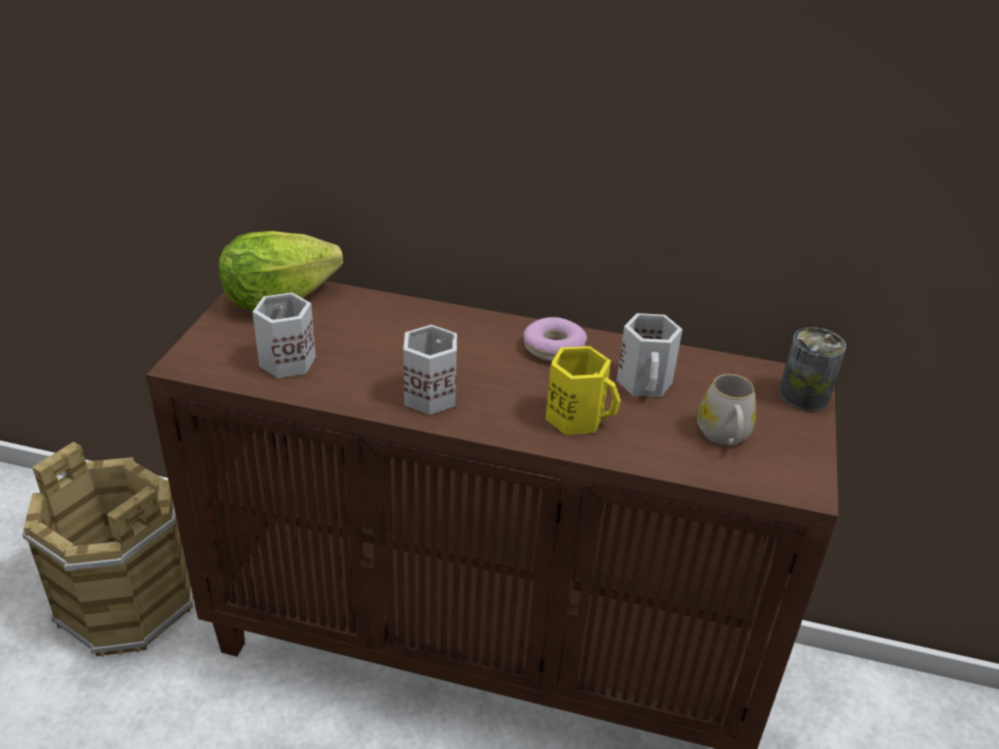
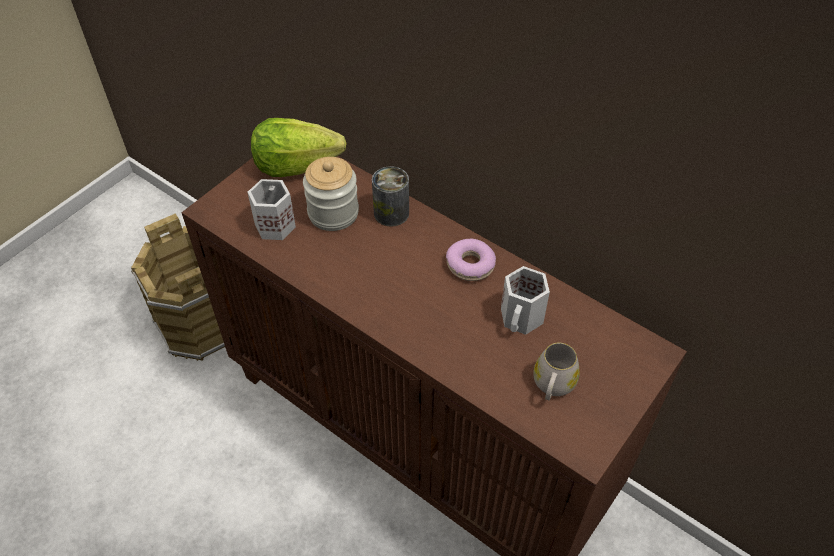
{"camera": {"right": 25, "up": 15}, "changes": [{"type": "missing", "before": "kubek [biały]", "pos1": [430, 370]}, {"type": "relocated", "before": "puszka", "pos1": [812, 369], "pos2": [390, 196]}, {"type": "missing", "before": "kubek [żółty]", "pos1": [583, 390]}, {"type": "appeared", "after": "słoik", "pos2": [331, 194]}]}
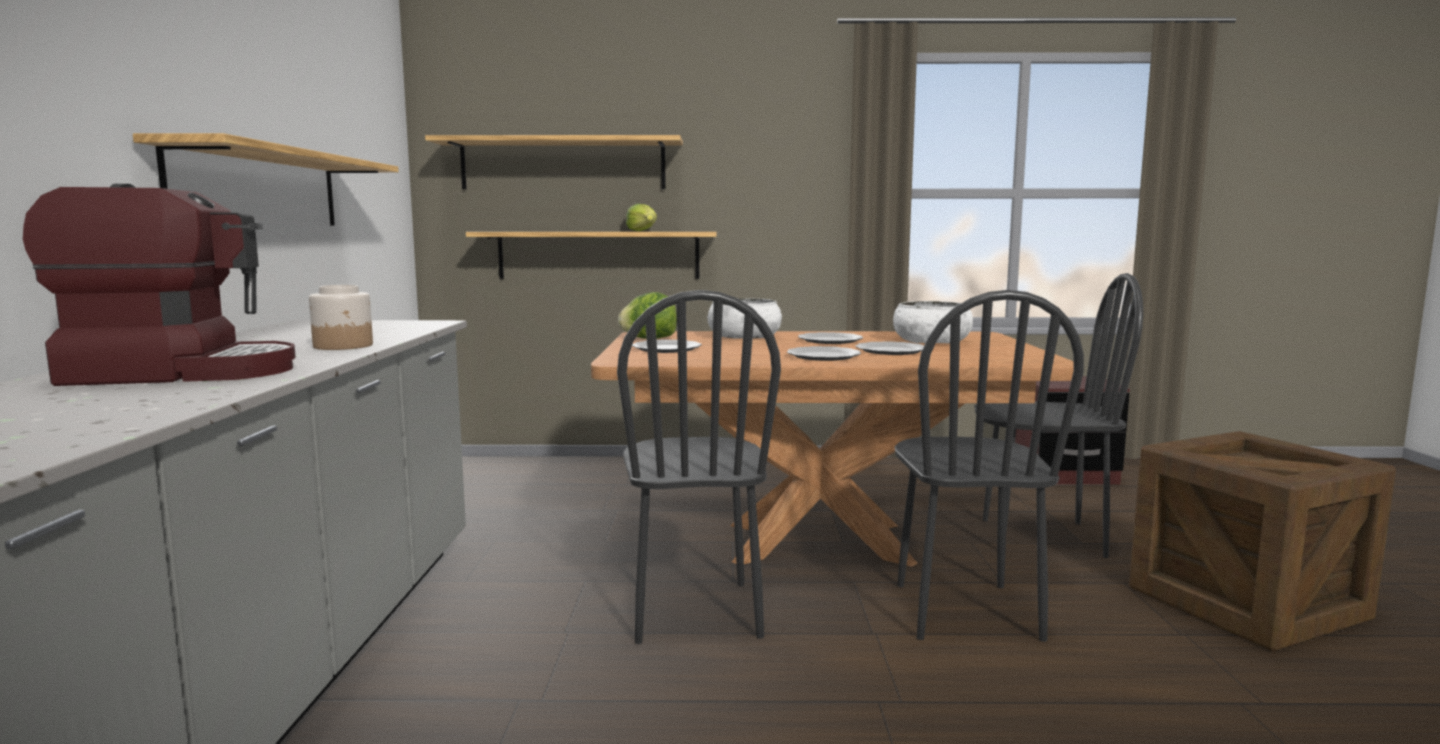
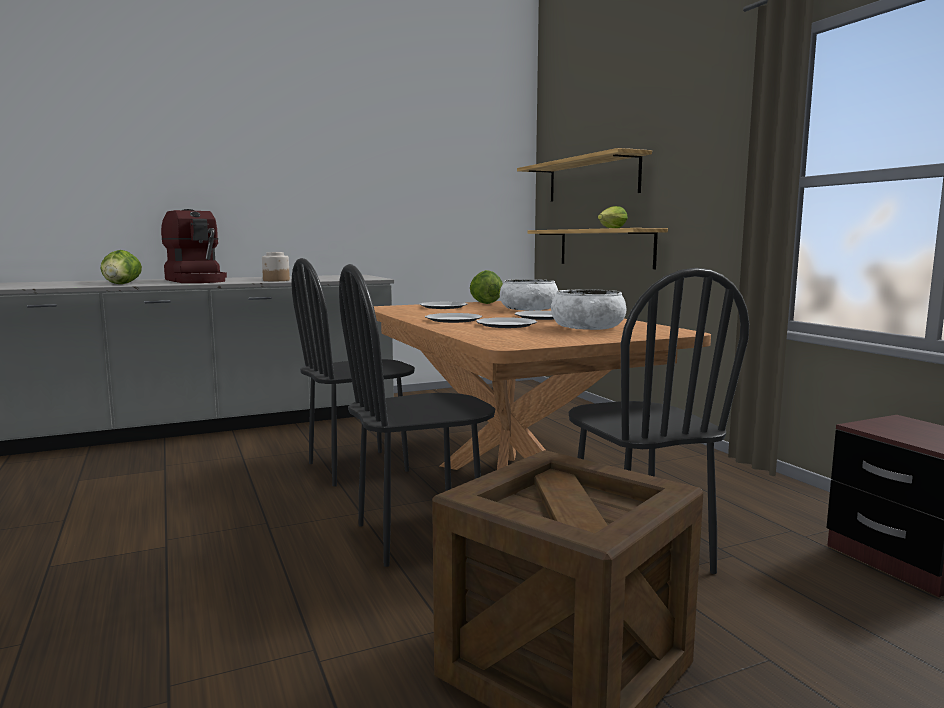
{"camera": {"right": 65, "up": 0}, "changes": [{"type": "missing", "before": "półka", "pos1": [266, 179]}, {"type": "appeared", "after": "sałata", "pos2": [121, 267]}]}
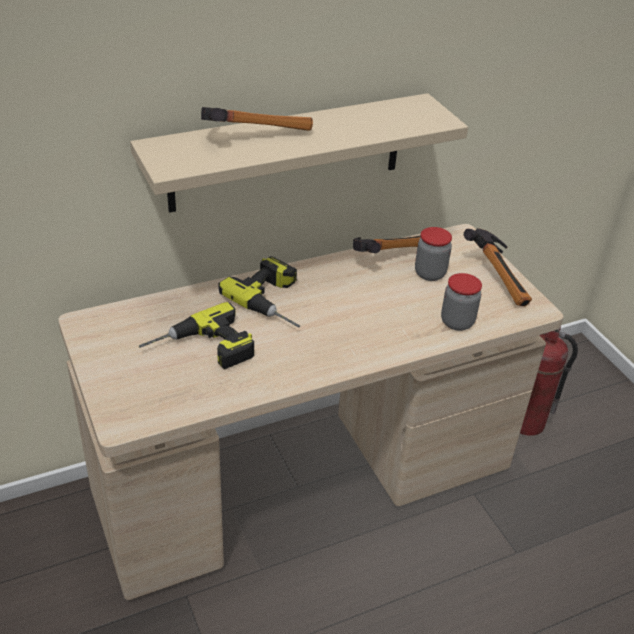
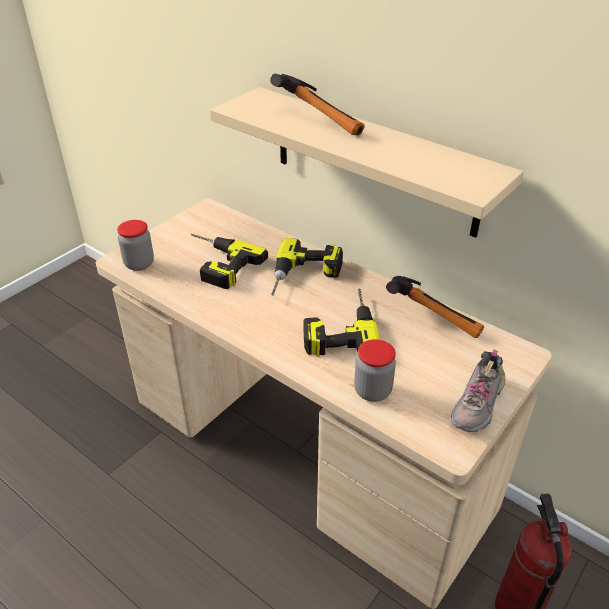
{"camera": {"right": 65, "up": 0}, "changes": [{"type": "relocated", "before": "słoik", "pos1": [433, 254], "pos2": [135, 245]}, {"type": "exchanged", "before": "młotek", "after": "but", "pos1": [498, 267], "pos2": [478, 391]}, {"type": "appeared", "after": "wiertarka", "pos2": [341, 322]}]}
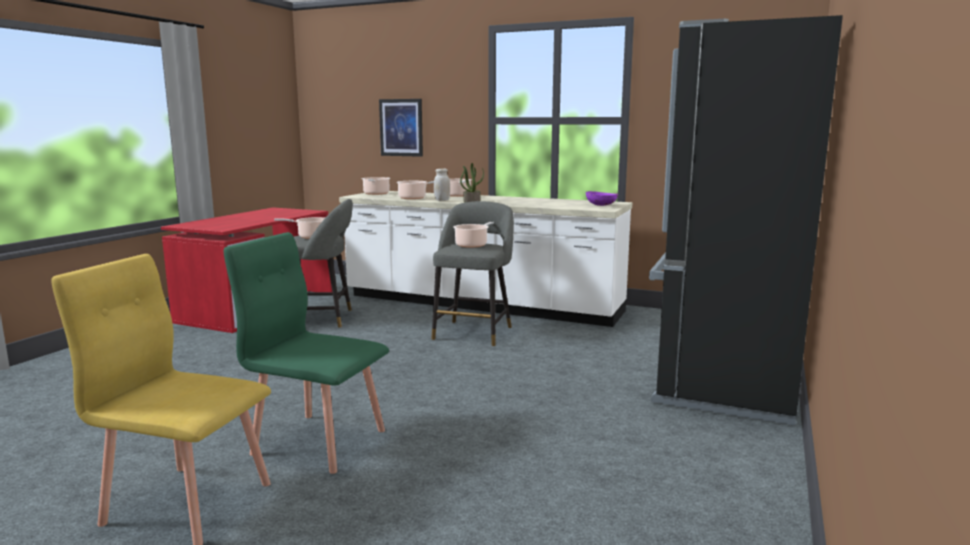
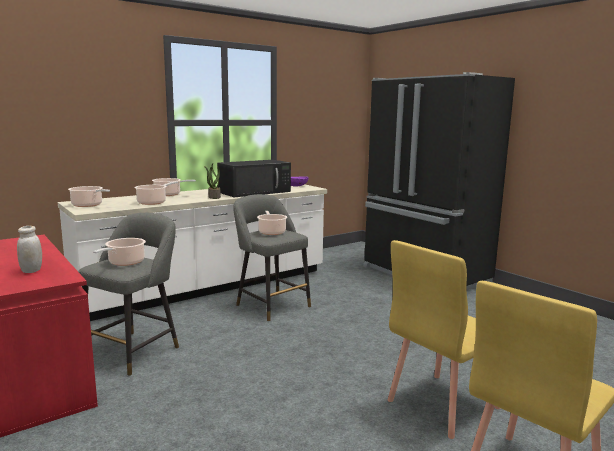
{"camera": {"right": -60, "up": 0}, "changes": [{"type": "missing", "before": "obraz", "pos1": [401, 128]}, {"type": "relocated", "before": "słoik [biały]", "pos1": [442, 184], "pos2": [29, 249]}, {"type": "colour", "before": "krzesło [zielony]", "after": "krzesło [żółty]", "pos1": [306, 353], "pos2": [444, 339]}, {"type": "appeared", "after": "mikrofalówka [czarny]", "pos2": [254, 178]}]}
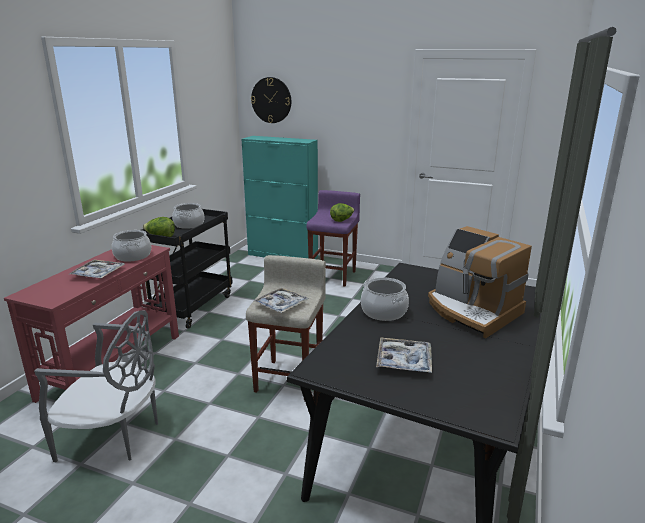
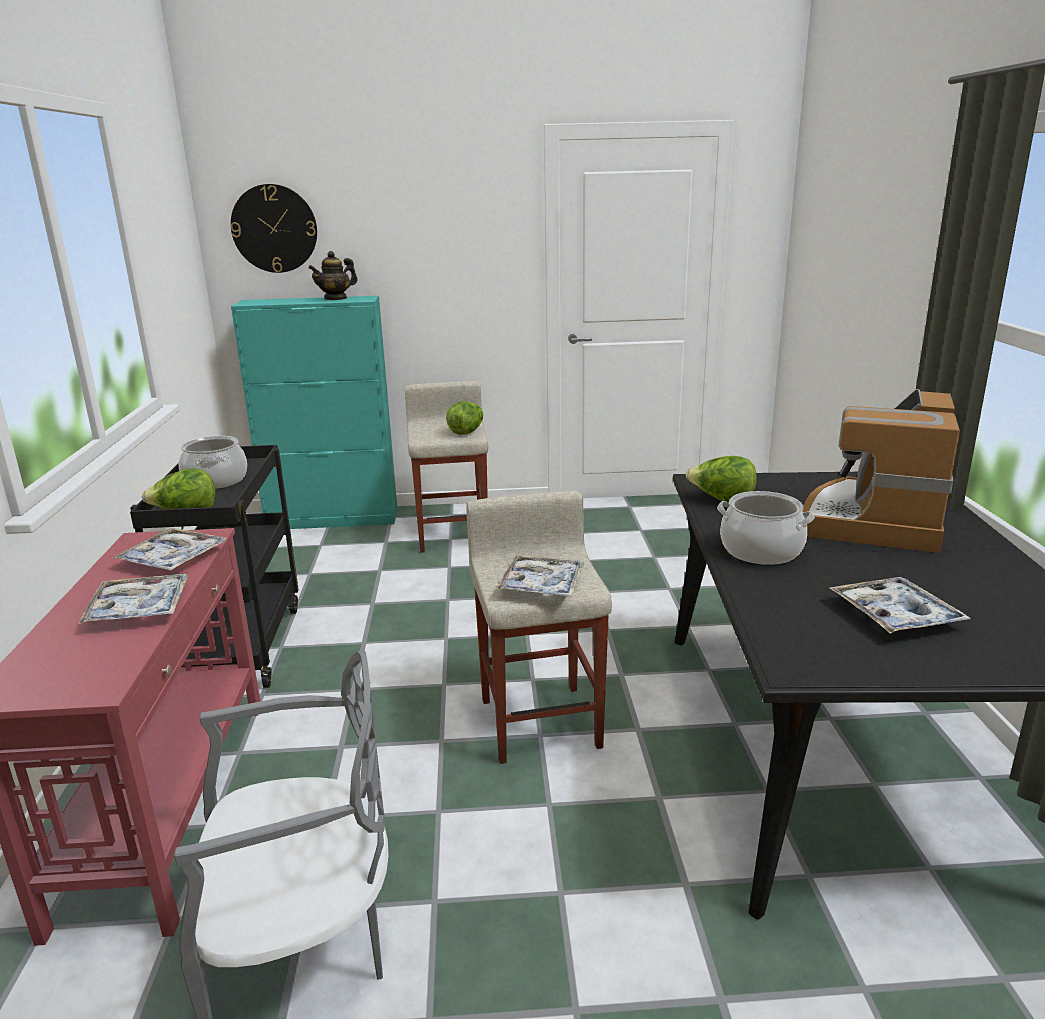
{"camera": {"right": -25, "up": 0}, "changes": [{"type": "colour", "before": "stołek [fioletowy]", "after": "stołek [beżowy]", "pos1": [333, 238], "pos2": [446, 466]}, {"type": "spun", "before": "ekspres do kawy", "pos1": [480, 282], "pos2": [881, 471], "turn": 90}, {"type": "exchanged", "before": "garnek", "after": "taca", "pos1": [131, 246], "pos2": [169, 549]}, {"type": "appeared", "after": "imbryk", "pos2": [333, 275]}, {"type": "appeared", "after": "sałata", "pos2": [721, 479]}]}
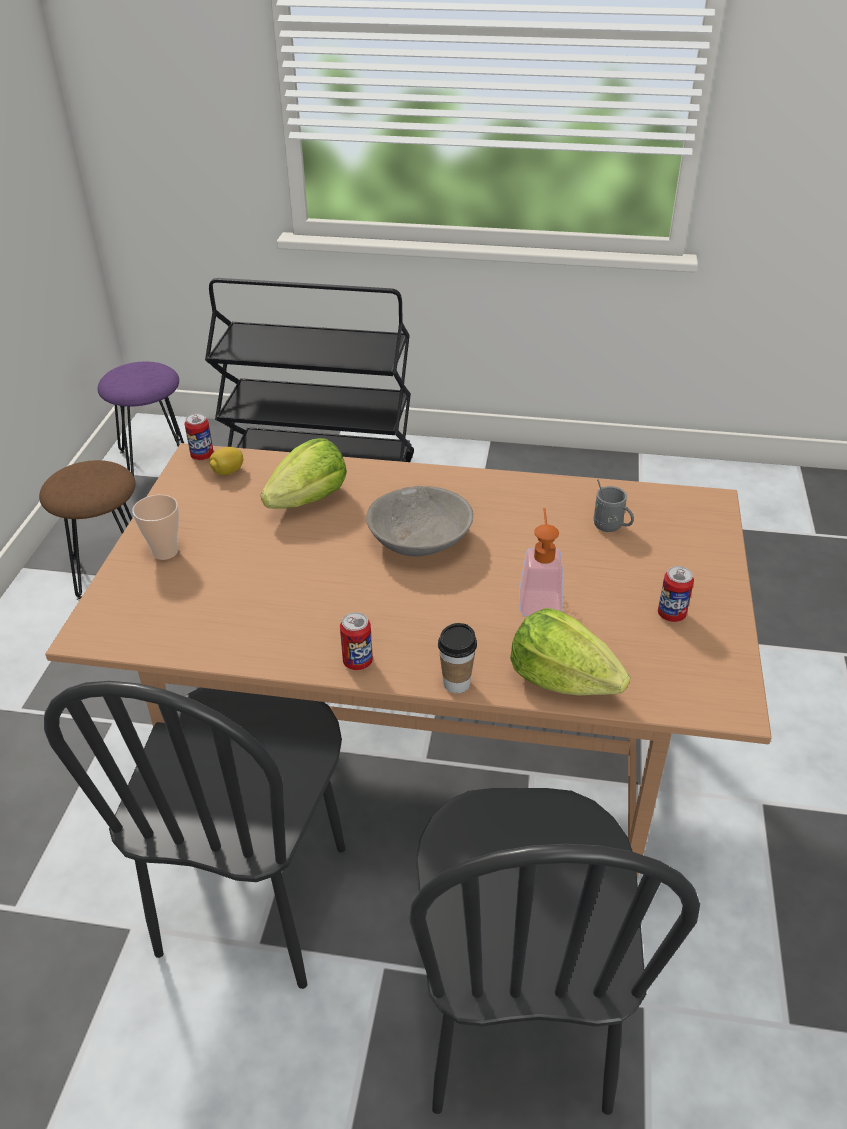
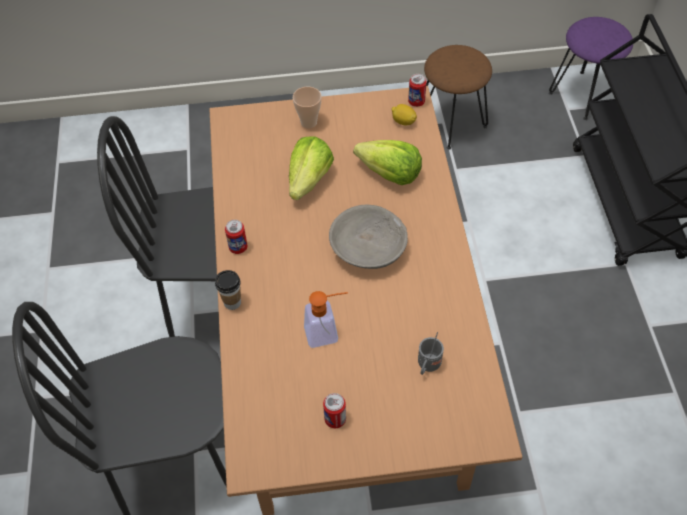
{"camera": {"right": 75, "up": 15}, "changes": [{"type": "relocated", "before": "sałata", "pos1": [570, 651], "pos2": [311, 168]}]}
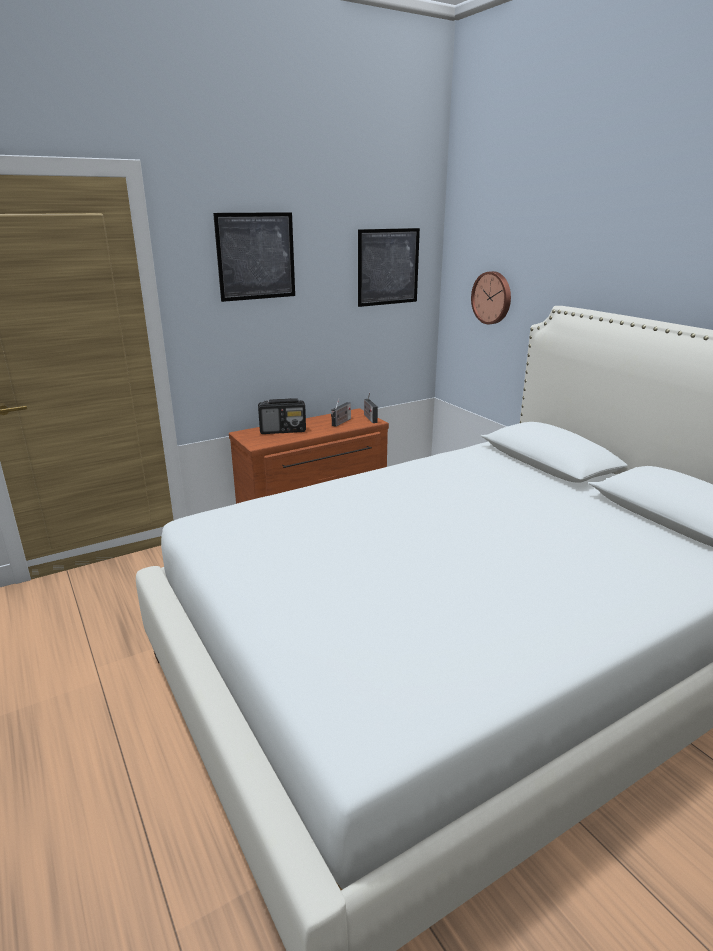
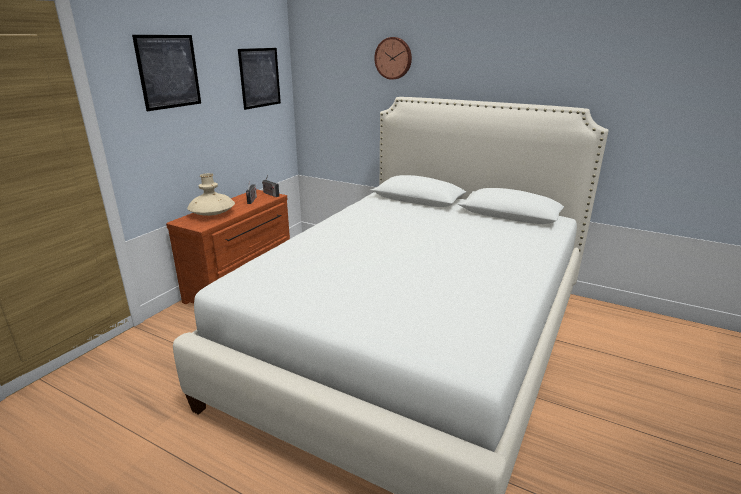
{"camera": {"right": -30, "up": 0}, "changes": [{"type": "relocated", "before": "zegar ścienny", "pos1": [491, 297], "pos2": [393, 58]}, {"type": "exchanged", "before": "radio", "after": "wazon [beżowy]", "pos1": [282, 416], "pos2": [211, 194]}]}
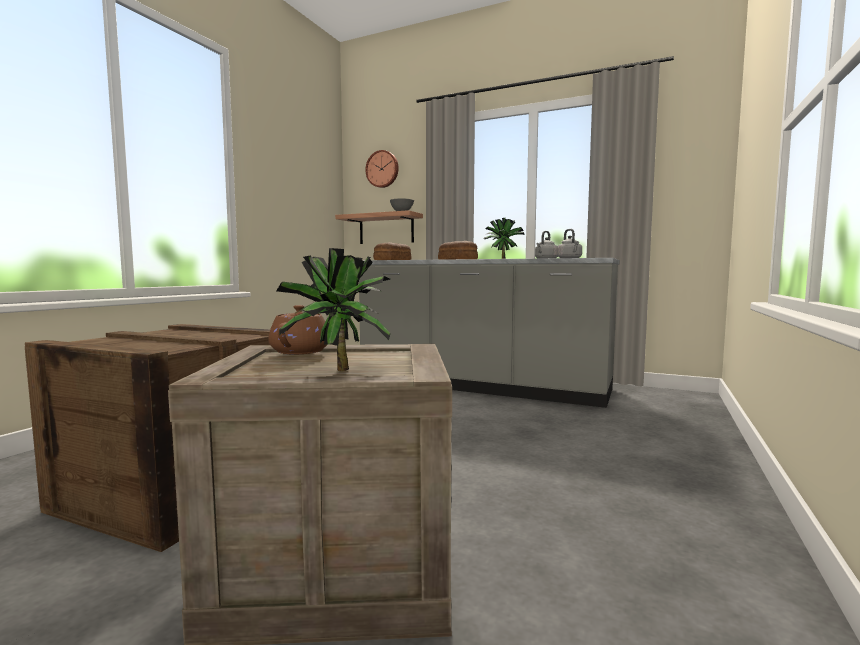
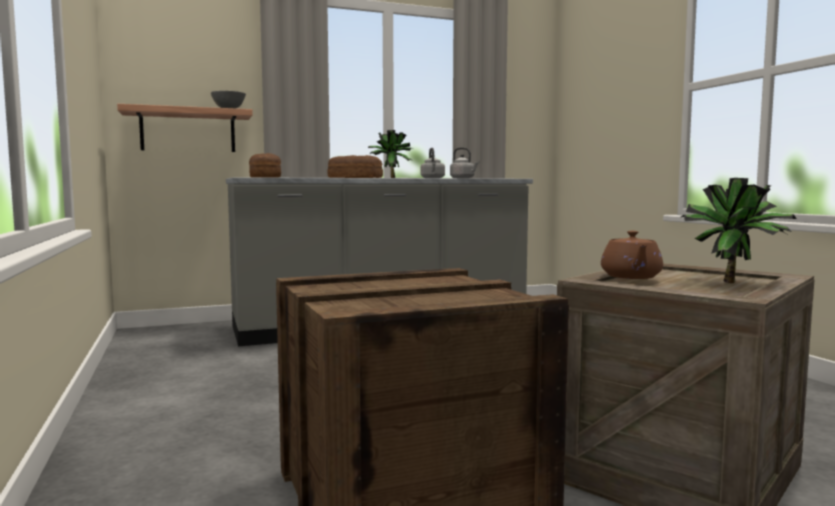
{"camera": {"right": -45, "up": 0}, "changes": [{"type": "missing", "before": "zegar ścienny", "pos1": [382, 169]}, {"type": "spun", "before": "imbryk [brązowy]", "pos1": [298, 329], "pos2": [632, 255], "turn": -135}]}
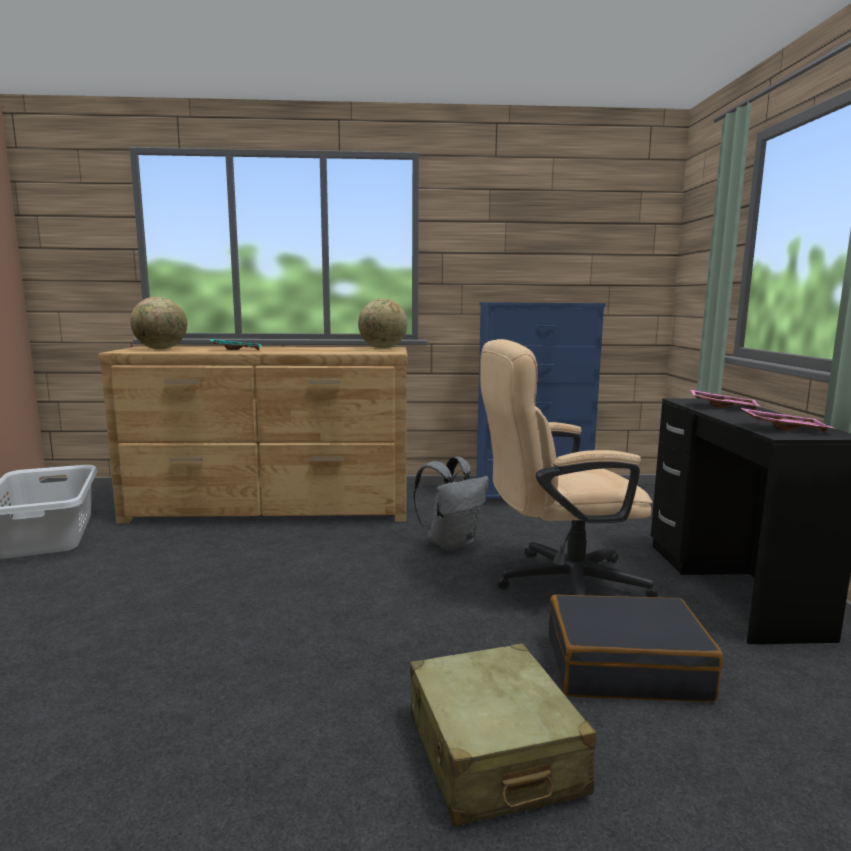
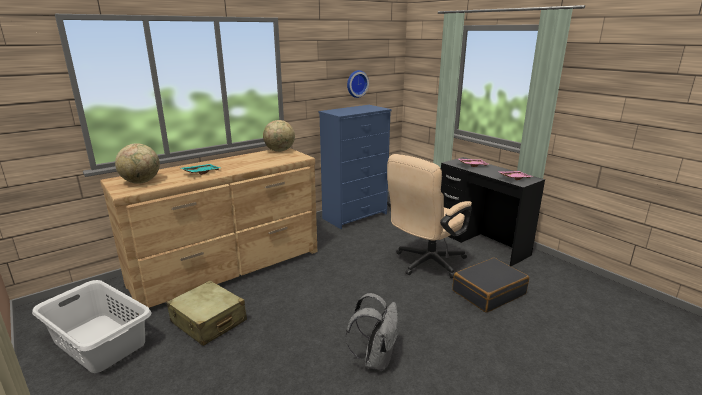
{"camera": {"right": -35, "up": 10}, "changes": [{"type": "relocated", "before": "plecak [szary]", "pos1": [451, 504], "pos2": [372, 332]}, {"type": "relocated", "before": "walizka [beżowy]", "pos1": [503, 734], "pos2": [206, 313]}, {"type": "appeared", "after": "zegar ścienny", "pos2": [358, 84]}]}
